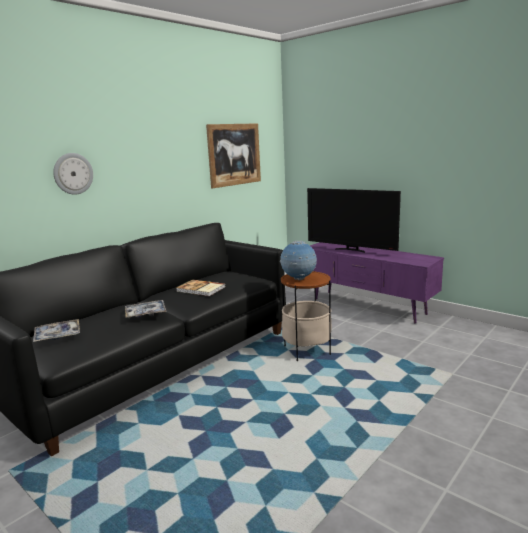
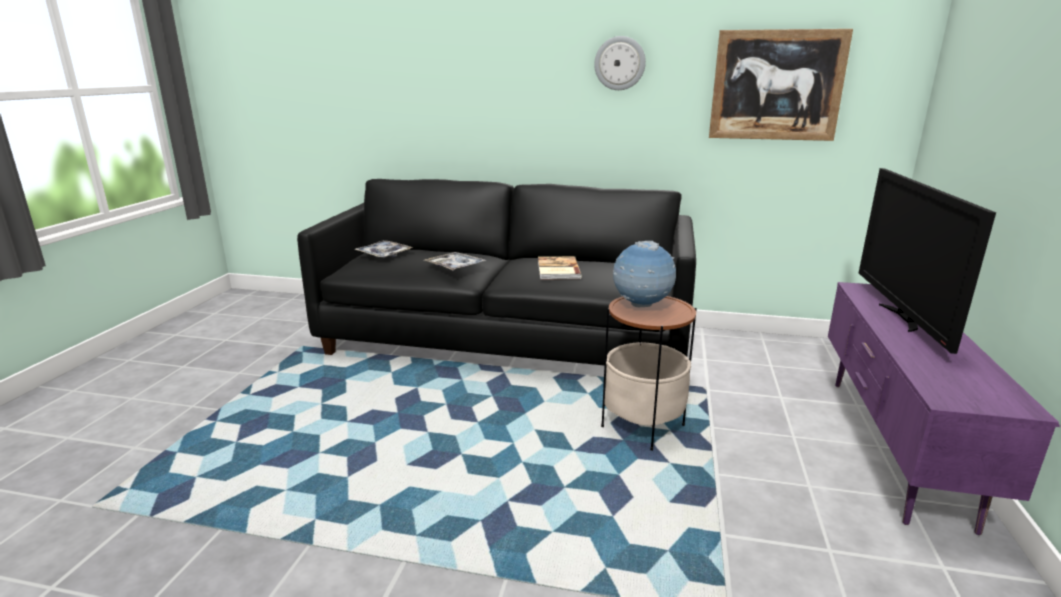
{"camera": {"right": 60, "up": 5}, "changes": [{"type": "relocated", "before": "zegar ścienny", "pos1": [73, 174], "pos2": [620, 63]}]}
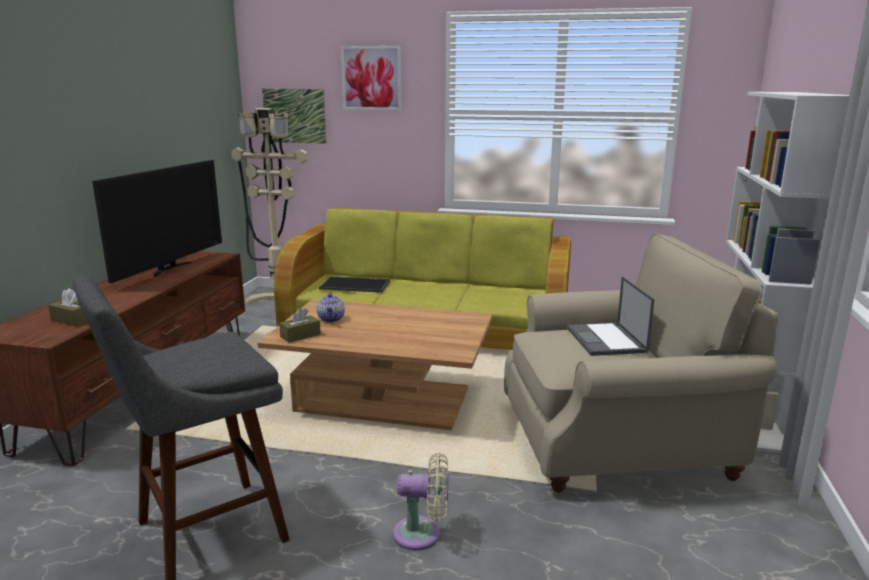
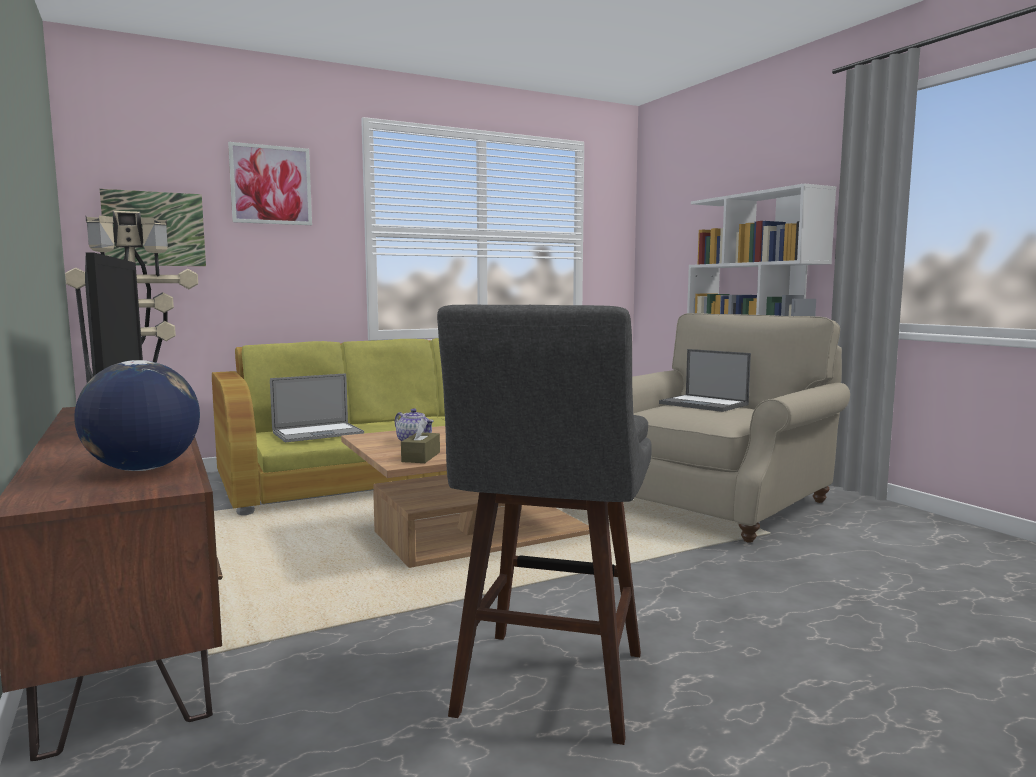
{"camera": {"right": -40, "up": -10}, "changes": [{"type": "exchanged", "before": "taca", "after": "laptop", "pos1": [354, 284], "pos2": [317, 407]}, {"type": "exchanged", "before": "pudełko chusteczek [brązowy]", "after": "globus", "pos1": [67, 307], "pos2": [137, 415]}, {"type": "missing", "before": "wentylator [beżowy]", "pos1": [420, 501]}]}
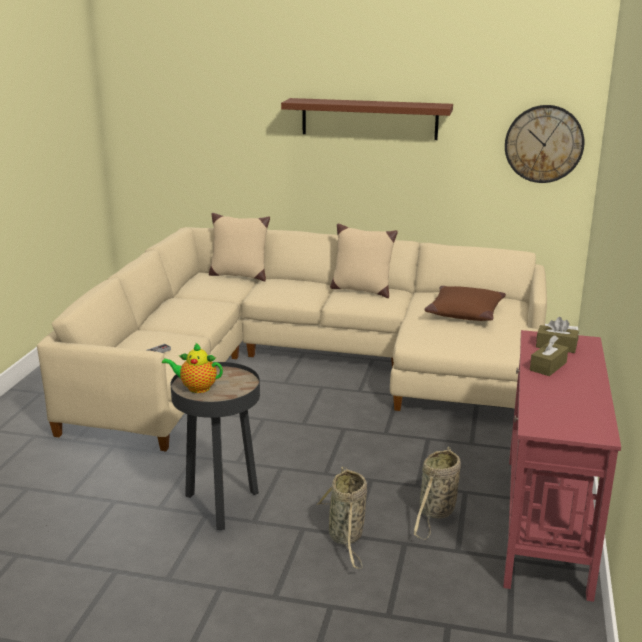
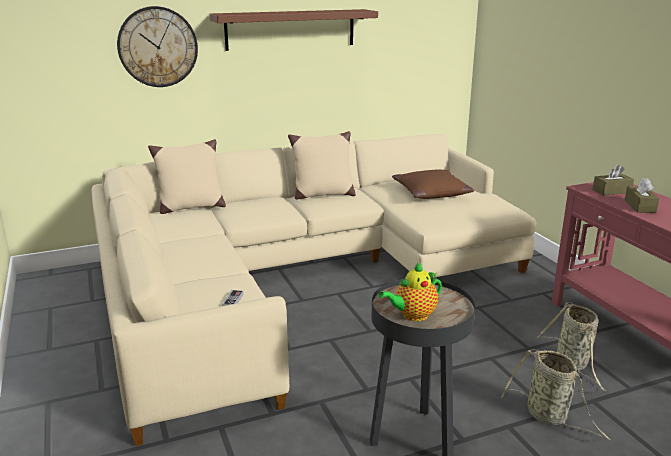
{"camera": {"right": -35, "up": 0}, "changes": [{"type": "relocated", "before": "zegar ścienny", "pos1": [544, 144], "pos2": [157, 46]}]}
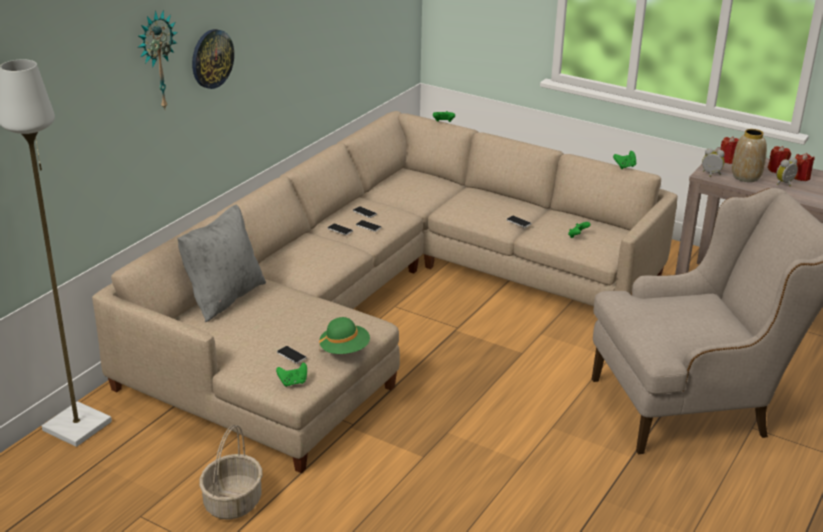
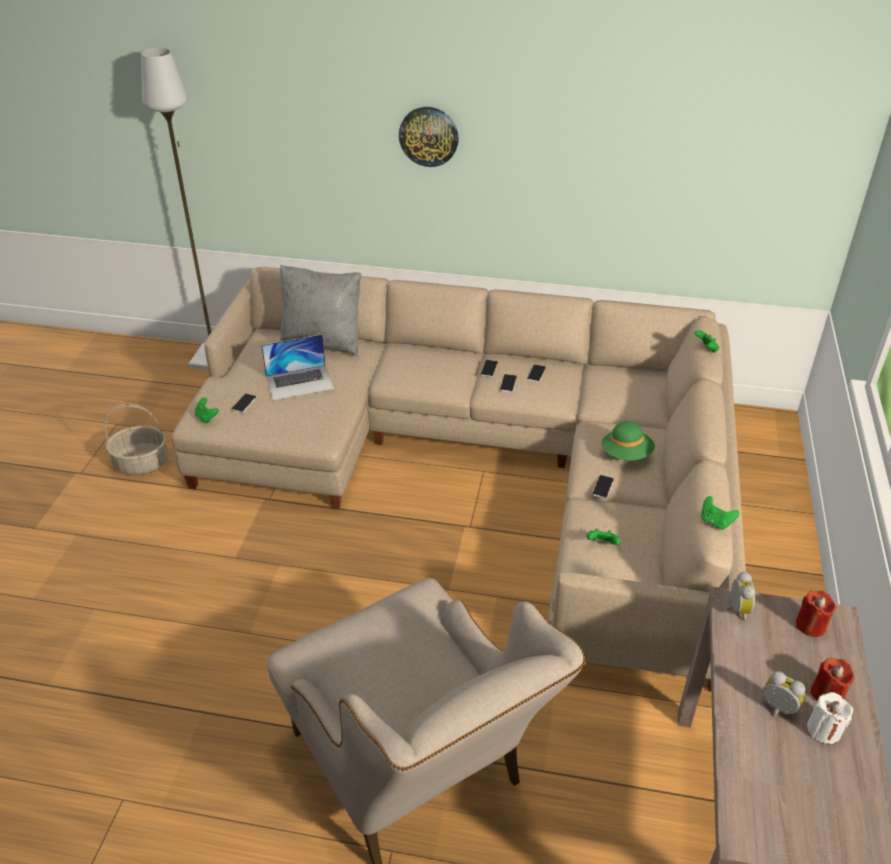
{"camera": {"right": 70, "up": 10}, "changes": [{"type": "missing", "before": "zegar ścienny", "pos1": [158, 60]}, {"type": "missing", "before": "wazon", "pos1": [749, 155]}, {"type": "colour", "before": "świeca [czerwony]", "after": "świeca [biały]", "pos1": [804, 167], "pos2": [830, 718]}, {"type": "relocated", "before": "kapelusz [zielony]", "pos1": [344, 335], "pos2": [628, 441]}, {"type": "appeared", "after": "laptop", "pos2": [297, 367]}]}
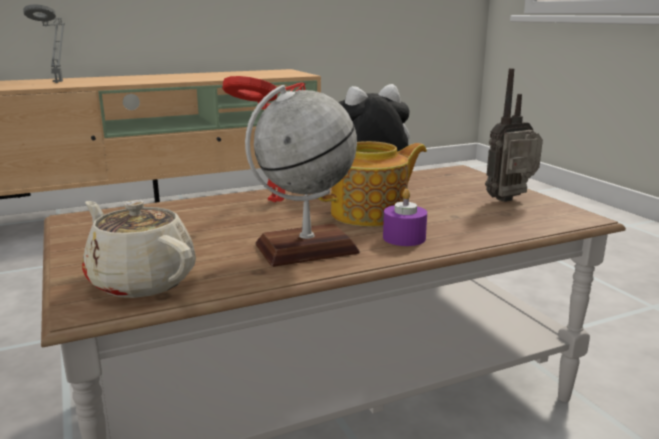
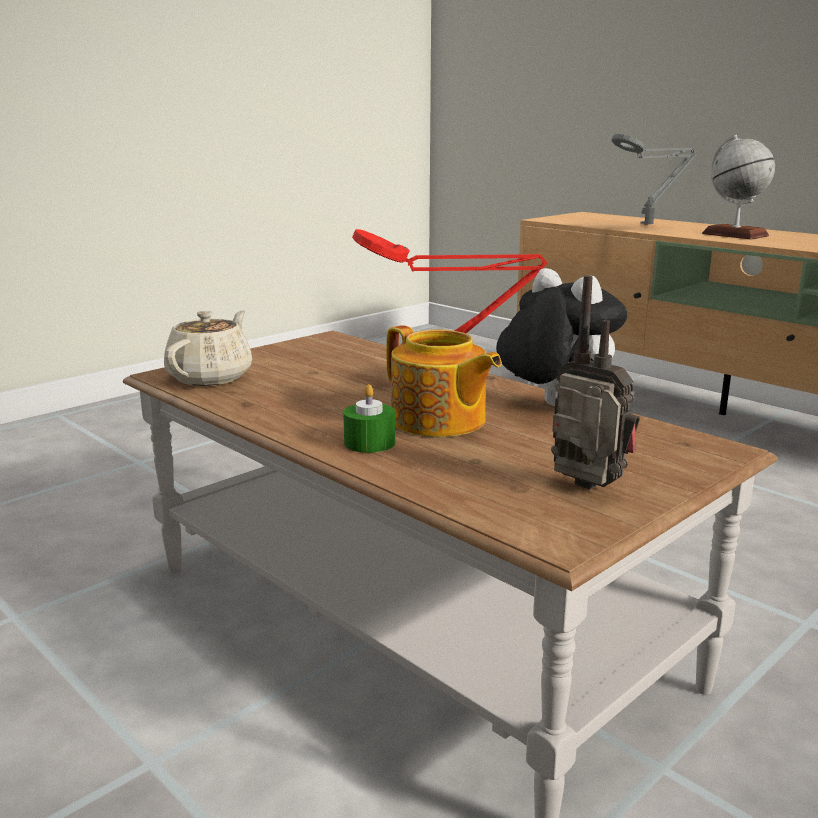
{"camera": {"right": 70, "up": 0}, "changes": [{"type": "relocated", "before": "globus", "pos1": [302, 176], "pos2": [738, 187]}, {"type": "colour", "before": "świeca [fioletowy]", "after": "świeca [zielony]", "pos1": [405, 217], "pos2": [369, 418]}]}
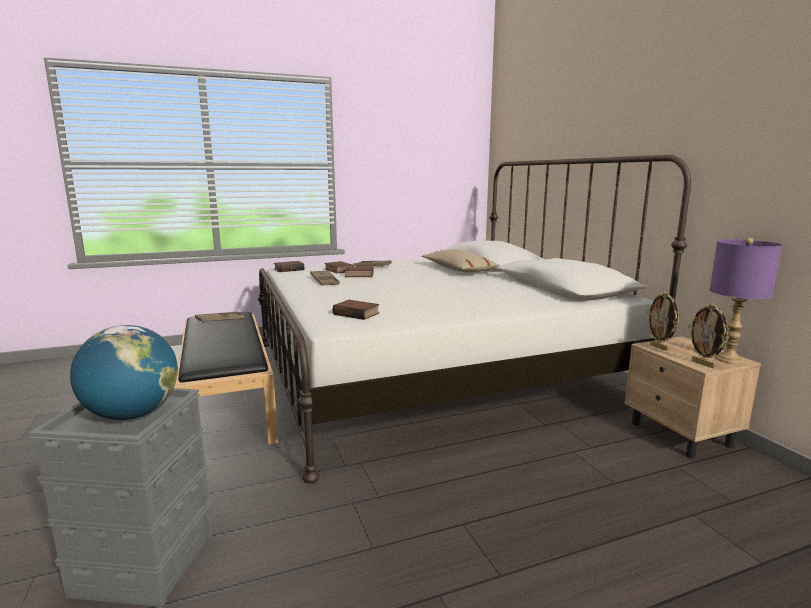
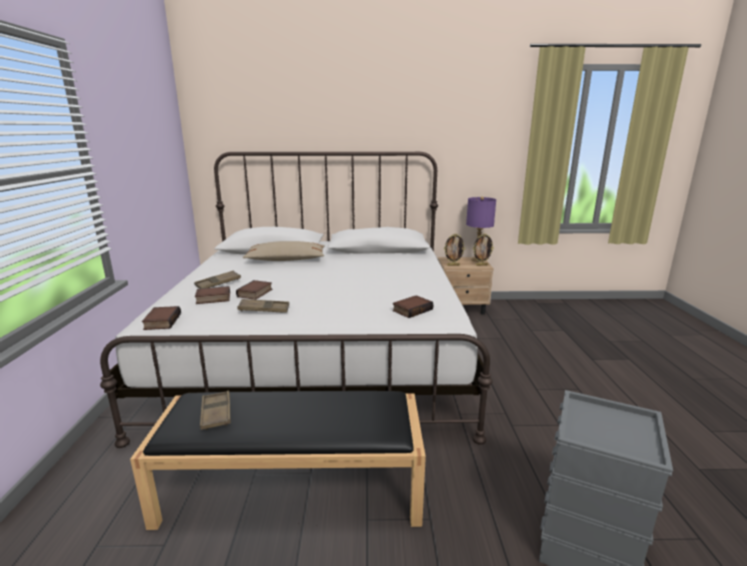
{"camera": {"right": -70, "up": 5}, "changes": [{"type": "missing", "before": "globus", "pos1": [124, 372]}]}
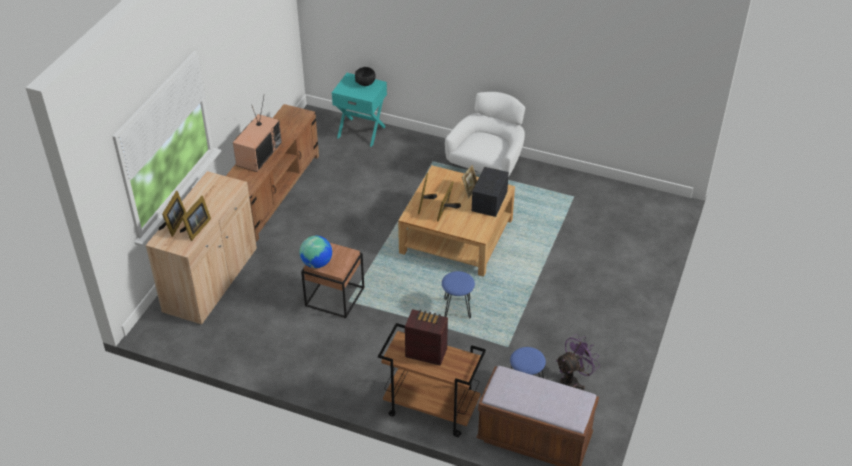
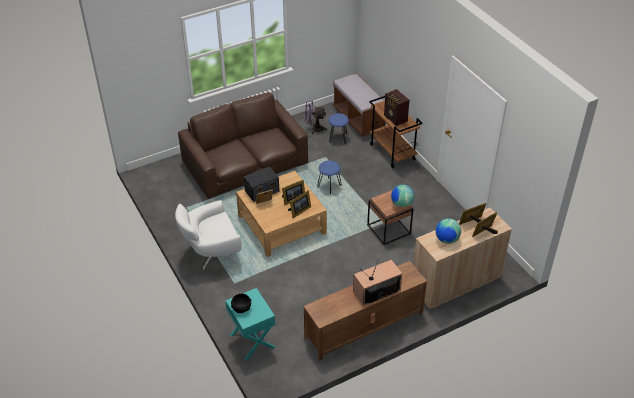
{"camera": {"right": -140, "up": 0}, "changes": [{"type": "appeared", "after": "kanapa [brązowy]", "pos2": [243, 146]}, {"type": "appeared", "after": "globus", "pos2": [448, 231]}]}
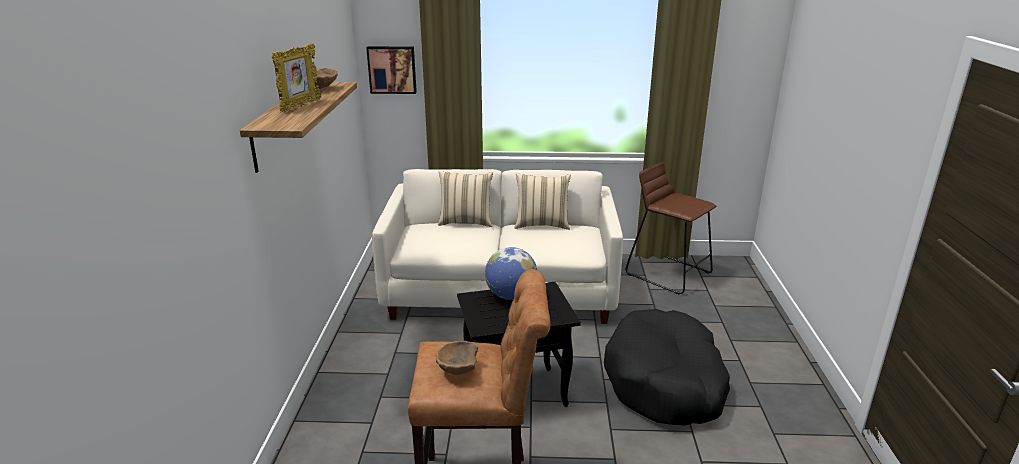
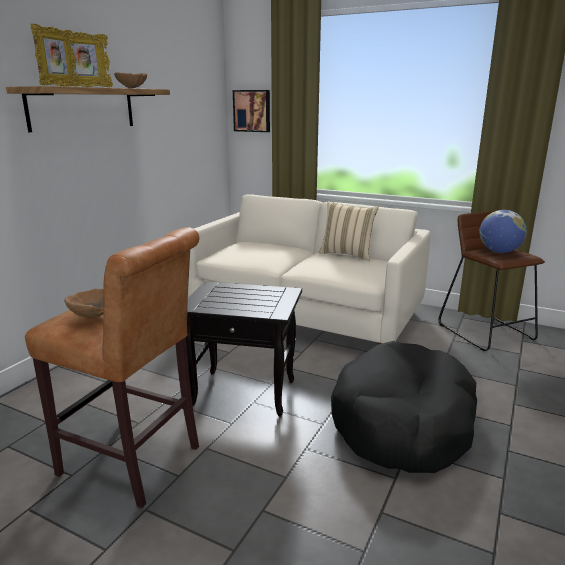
{"camera": {"right": 25, "up": -5}, "changes": [{"type": "missing", "before": "poduszka [beżowy]", "pos1": [465, 199]}, {"type": "relocated", "before": "globus", "pos1": [511, 273], "pos2": [503, 231]}, {"type": "appeared", "after": "ramka na zdjęcie", "pos2": [55, 55]}]}
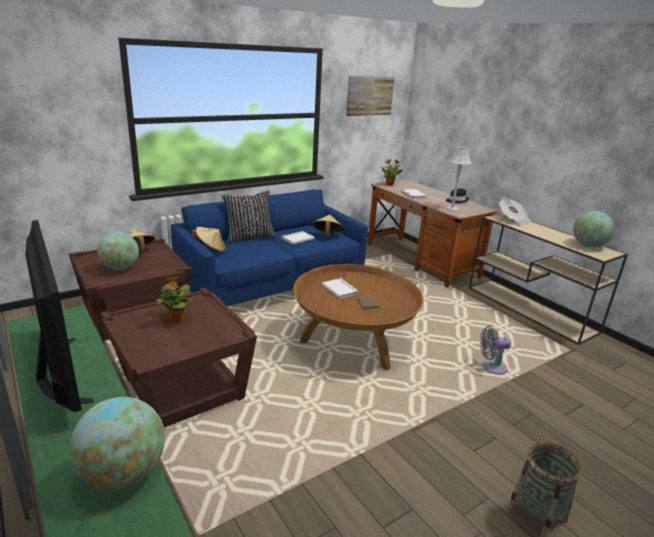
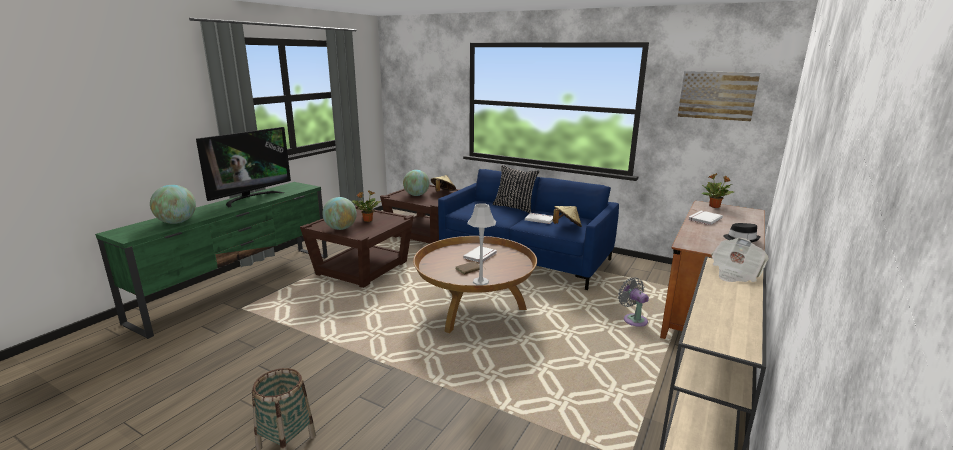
{"camera": {"right": 65, "up": -5}, "changes": [{"type": "relocated", "before": "lampa stołowa [szary]", "pos1": [459, 179], "pos2": [481, 244]}, {"type": "relocated", "before": "globus", "pos1": [594, 229], "pos2": [339, 213]}, {"type": "missing", "before": "kapelusz [beżowy]", "pos1": [209, 239]}, {"type": "relocated", "before": "wentylator [szary]", "pos1": [495, 350], "pos2": [633, 302]}]}
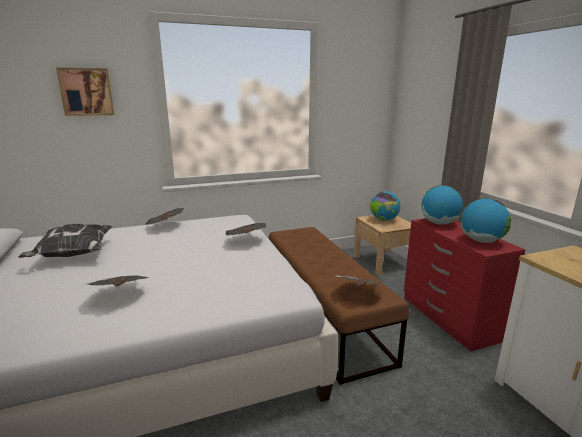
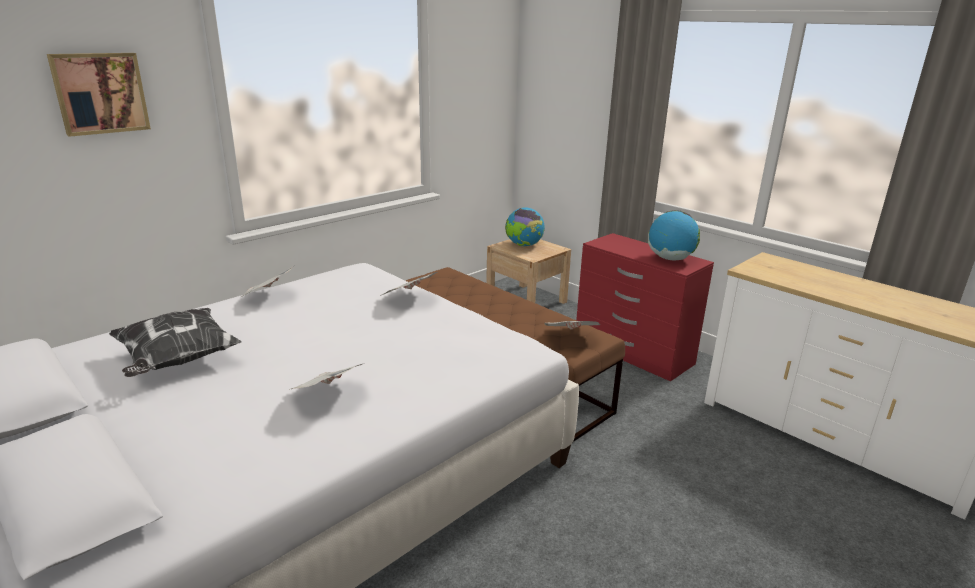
{"camera": {"right": -25, "up": 5}, "changes": [{"type": "missing", "before": "globus", "pos1": [442, 205]}]}
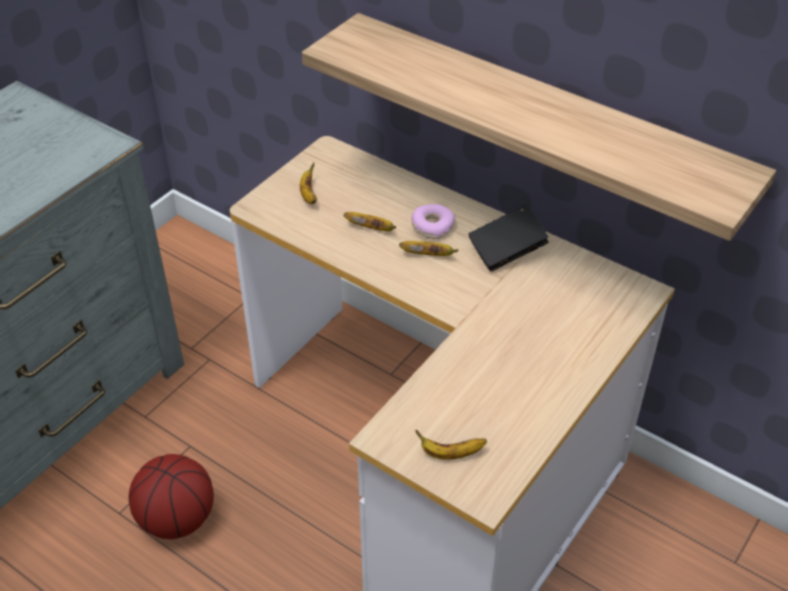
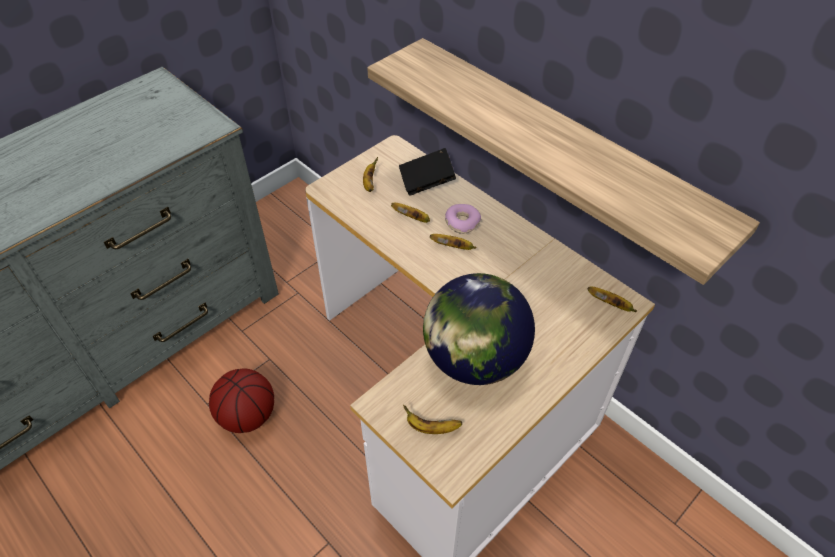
{"camera": {"right": 10, "up": 5}, "changes": [{"type": "relocated", "before": "książka [czarny]", "pos1": [509, 237], "pos2": [427, 171]}, {"type": "appeared", "after": "globus", "pos2": [479, 329]}, {"type": "appeared", "after": "banan", "pos2": [612, 299]}]}
